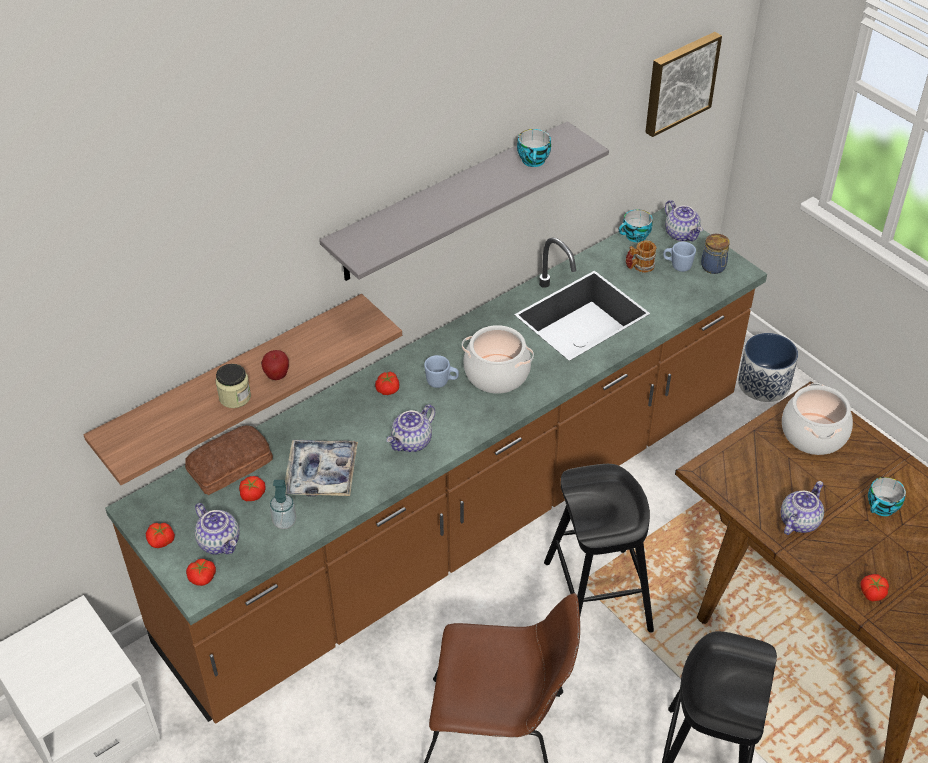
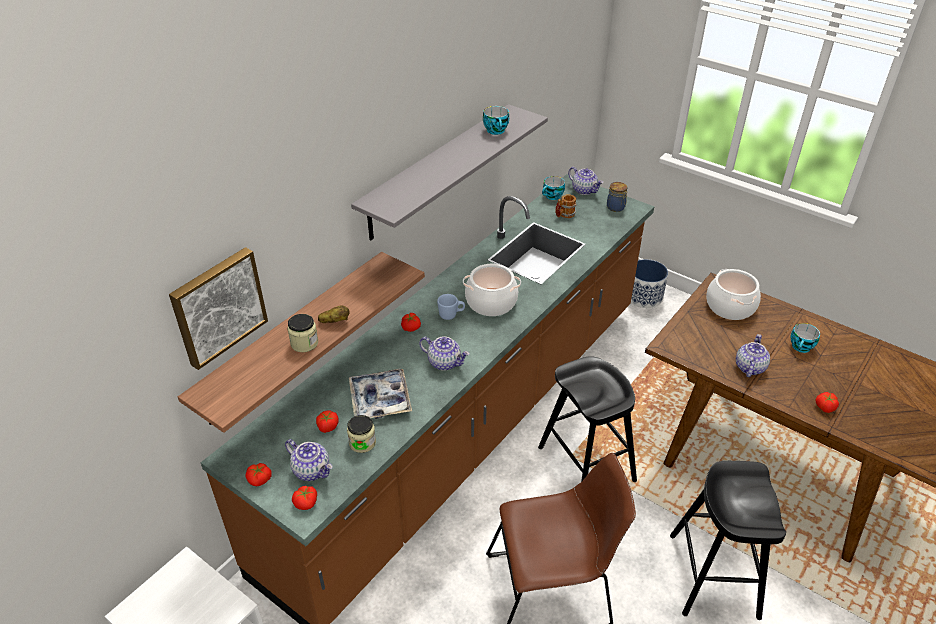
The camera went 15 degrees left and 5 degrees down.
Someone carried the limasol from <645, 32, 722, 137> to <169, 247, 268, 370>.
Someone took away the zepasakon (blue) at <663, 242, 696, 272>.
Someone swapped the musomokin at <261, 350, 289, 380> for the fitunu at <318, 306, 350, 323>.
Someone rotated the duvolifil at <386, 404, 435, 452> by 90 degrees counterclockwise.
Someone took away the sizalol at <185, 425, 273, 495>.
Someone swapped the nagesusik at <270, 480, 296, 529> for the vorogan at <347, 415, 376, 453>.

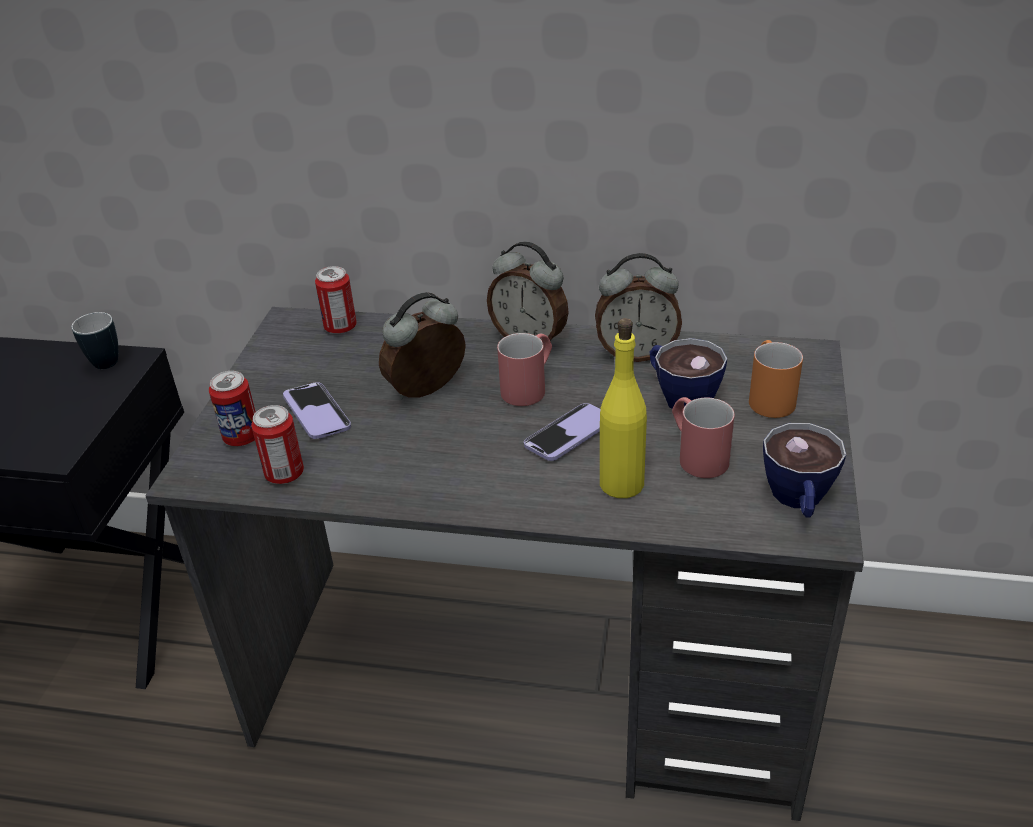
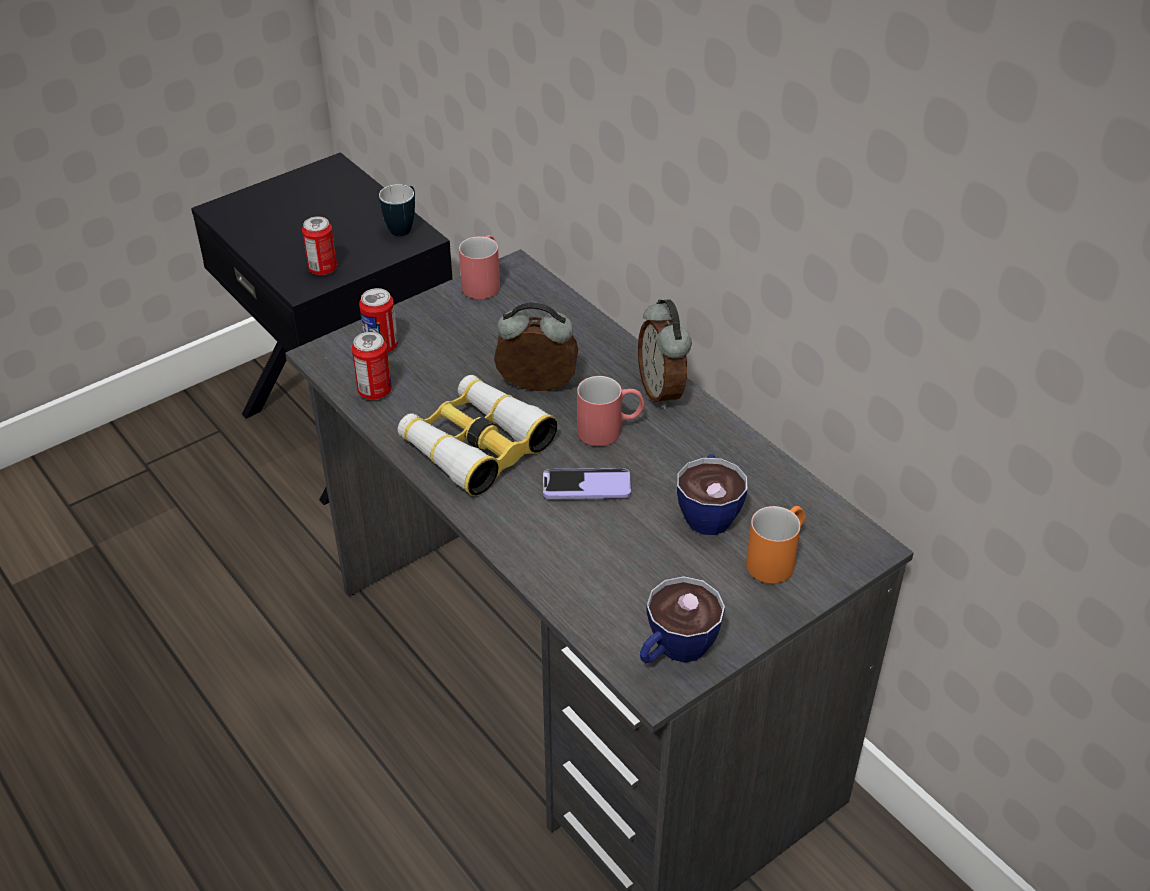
The camera went 40 degrees right and 5 degrees up.
Someone took away the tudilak at <595, 253, 682, 362>.
Someone carried the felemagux from <315, 266, 357, 334> to <302, 216, 337, 275>.
Someone took away the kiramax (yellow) at <600, 318, 647, 498>.
Someone took away the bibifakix at <283, 382, 351, 439>.
Someone carried the zepasakon (red) from <672, 397, 735, 478> to <459, 235, 500, 299>.
Someone put down the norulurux at <398, 375, 558, 496>.

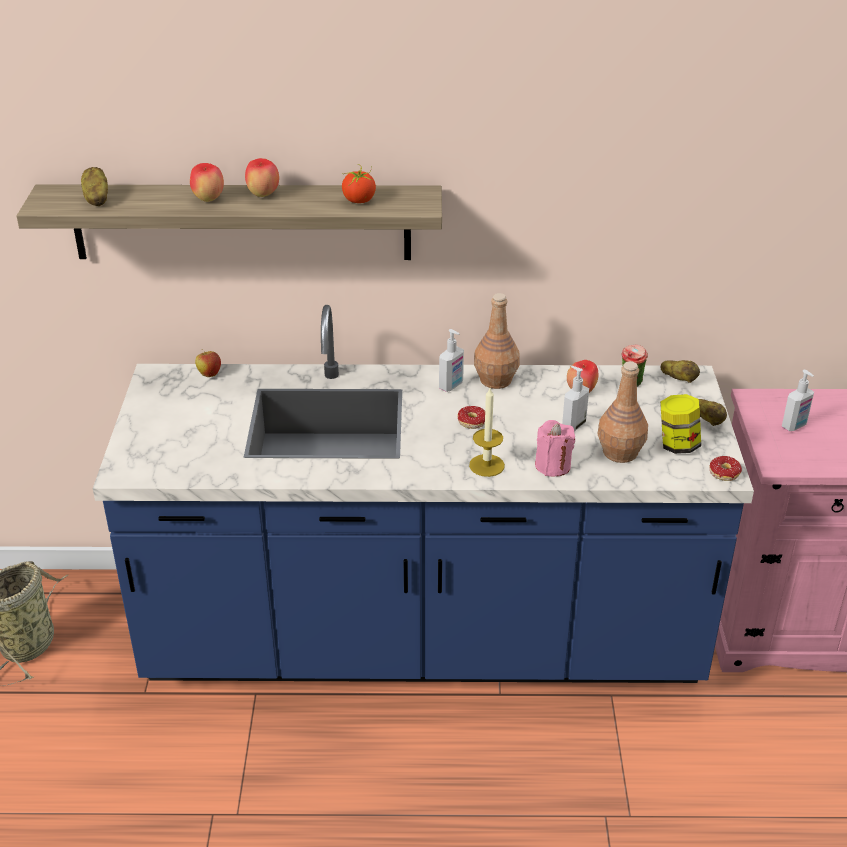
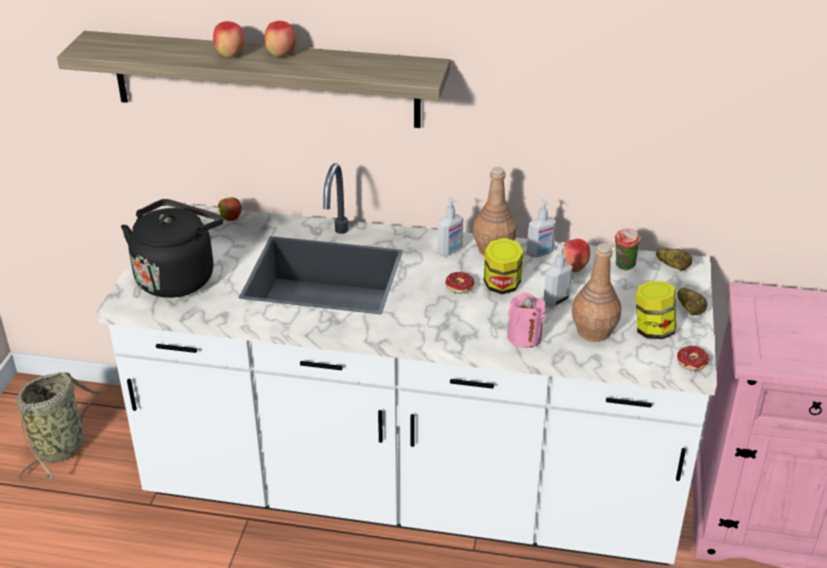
The camera went 10 degrees right and 0 degrees up.
Someone took away the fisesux at <342, 164, 376, 203>.
Someone took away the fitunu at <81, 167, 108, 206>.
Someone repainted the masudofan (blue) at <93, 305, 754, 683>, which became the masudofan (white) at <97, 163, 717, 565>.
Someone carried the nagesusik from <782, 370, 814, 431> to <527, 199, 556, 257>.
Someone took away the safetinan at <469, 388, 505, 477>.
Someone put down the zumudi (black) at <121, 199, 223, 298>.
Someone put down the vorogan at <484, 238, 523, 294>.

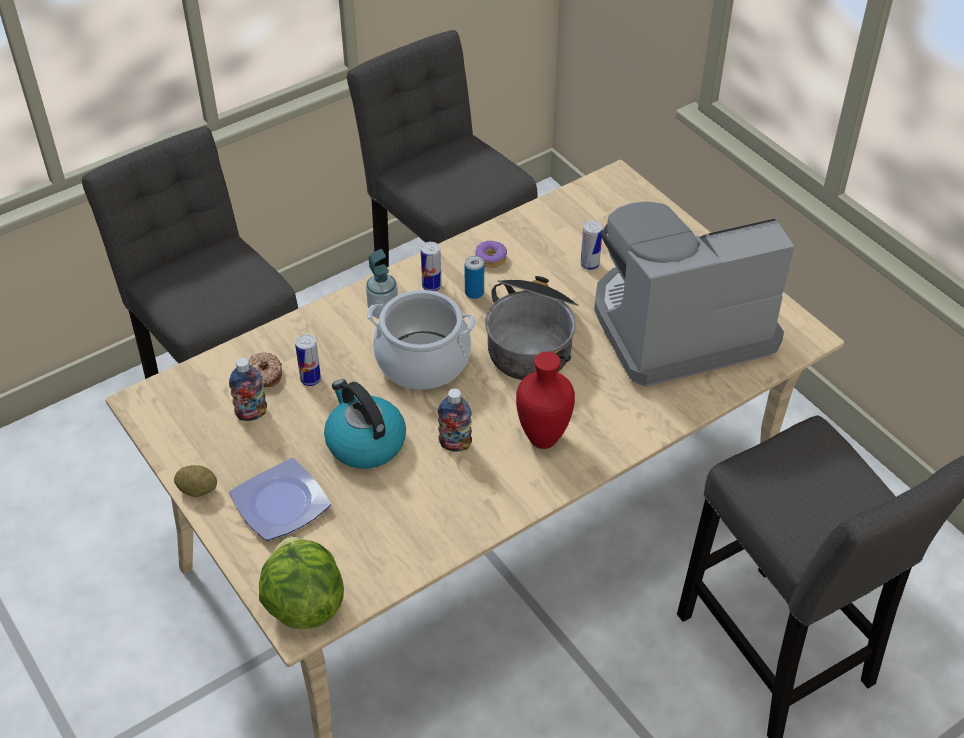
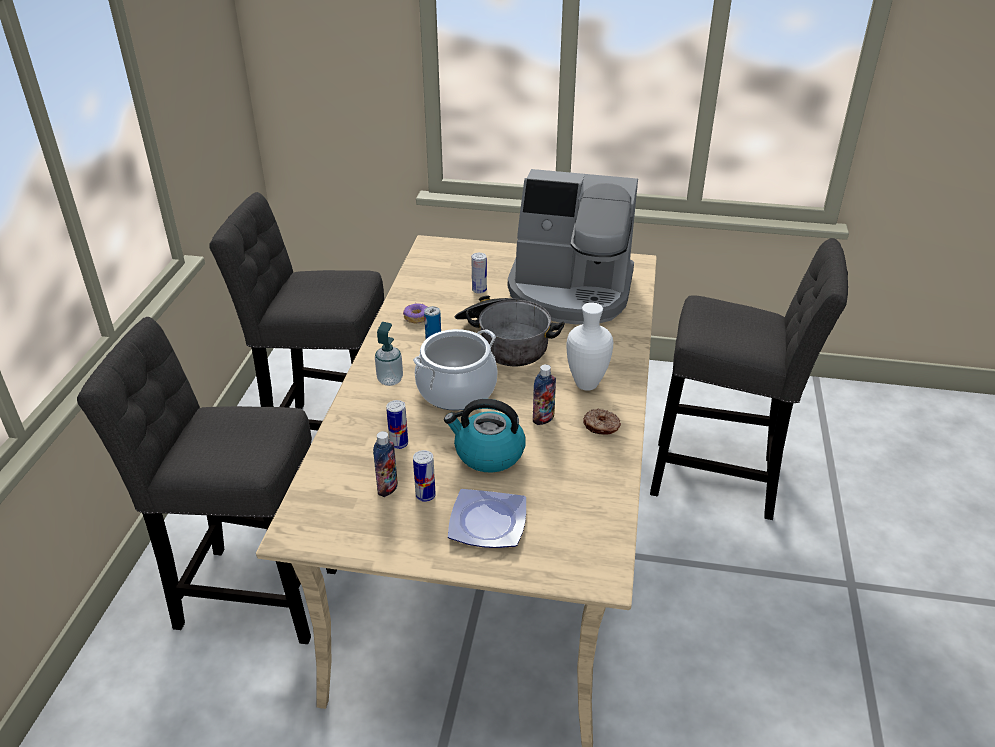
The camera went 45 degrees left and 10 degrees down.
Someone rotated the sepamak at <594, 201, 794, 387> by 105 degrees counterclockwise.
Someone carried the felemagux from <421, 242, 442, 291> to <413, 450, 436, 502>.
Someone repainted the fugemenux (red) at <516, 351, 575, 449>, which became the fugemenux (white) at <567, 302, 613, 391>.
Someone carried the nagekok from <248, 352, 282, 387> to <583, 409, 621, 435>.
Someone took away the fitunu at <174, 465, 217, 497>.
Someone took away the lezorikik at <259, 537, 344, 629>.

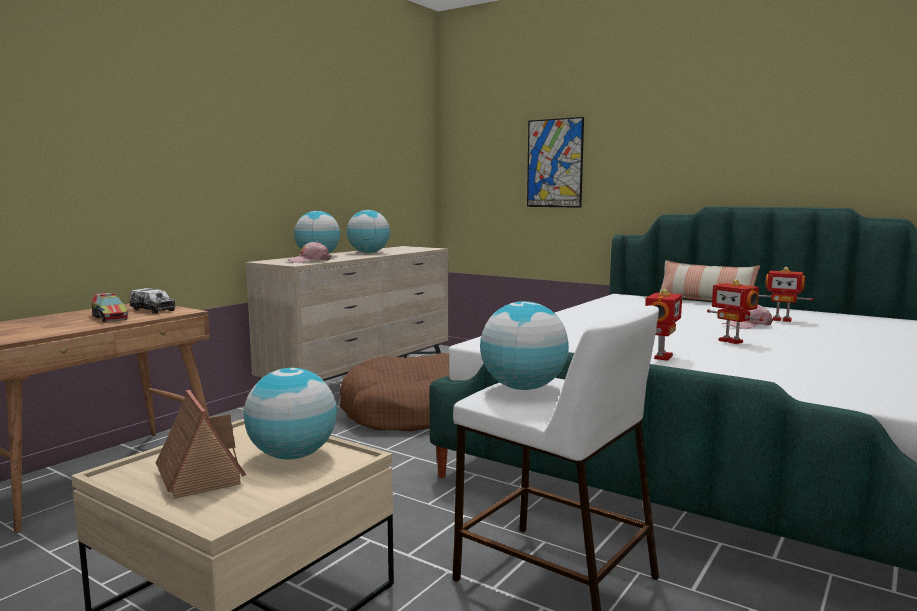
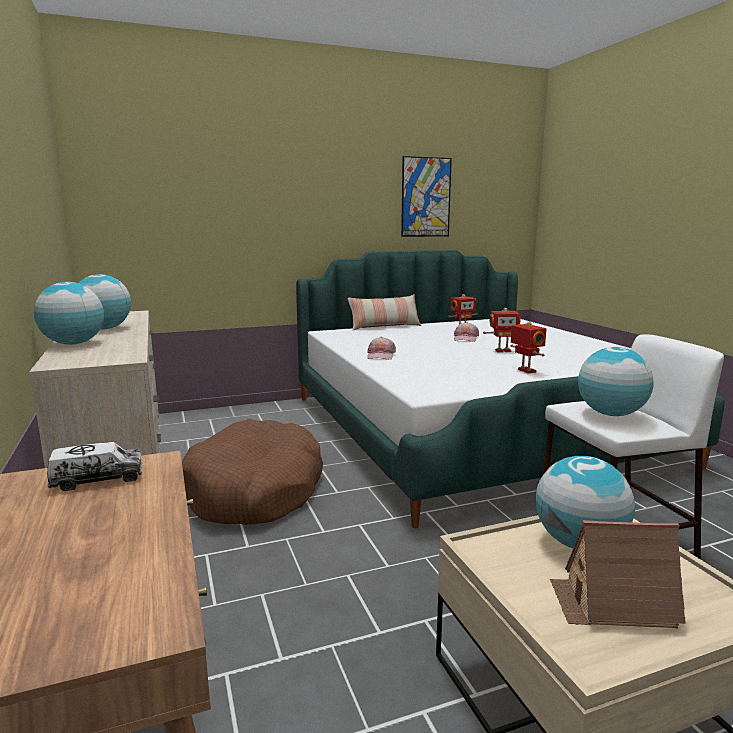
The camera went 55 degrees left and 5 degrees up.
Someone carried the limasol from <527, 117, 584, 208> to <401, 156, 452, 237>.
Someone carried the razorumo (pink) from <287, 242, 332, 263> to <367, 337, 396, 360>.
Someone took away the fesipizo at <91, 293, 128, 322>.

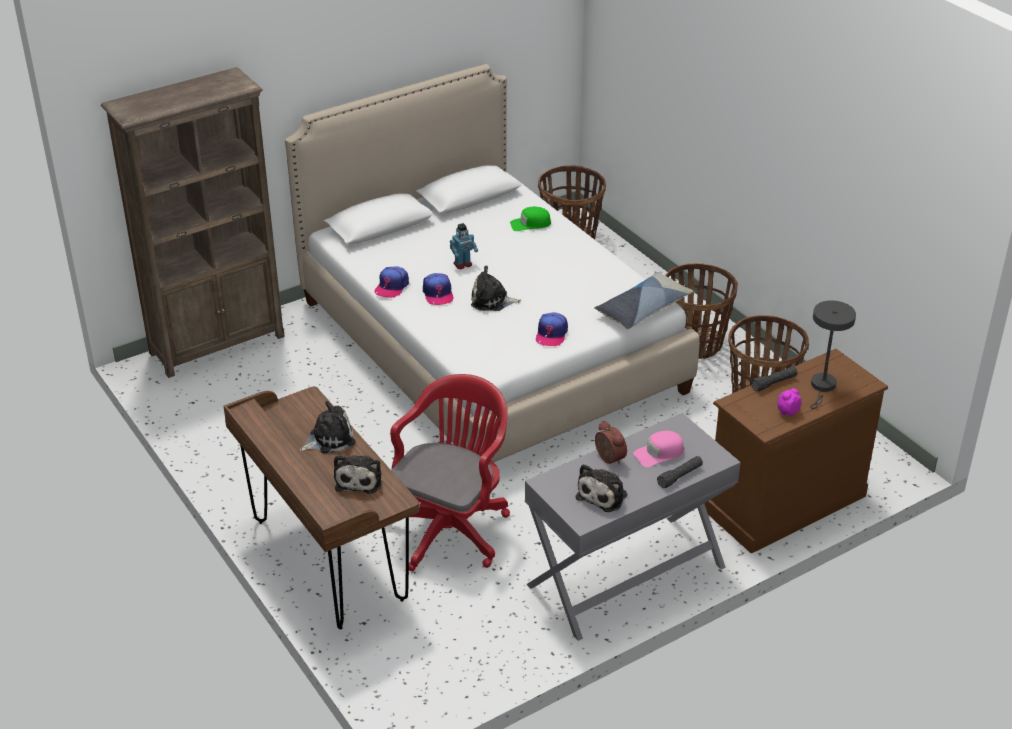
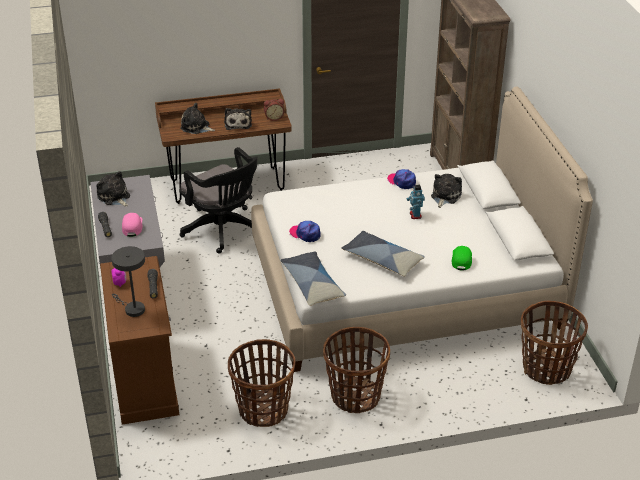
The camera went 110 degrees right and 0 degrees up.
Someone carried the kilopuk from <471, 266, 521, 311> to <431, 174, 462, 208>.
Someone took away the razorumo at <423, 273, 454, 305>.
Someone repainted the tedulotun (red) at <390, 374, 510, 571>, which became the tedulotun (black) at <179, 147, 258, 254>.
Someone carried the tudilak from <595, 421, 627, 465> to <264, 99, 284, 121>.
Someone put down the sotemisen at <341, 231, 425, 277>.

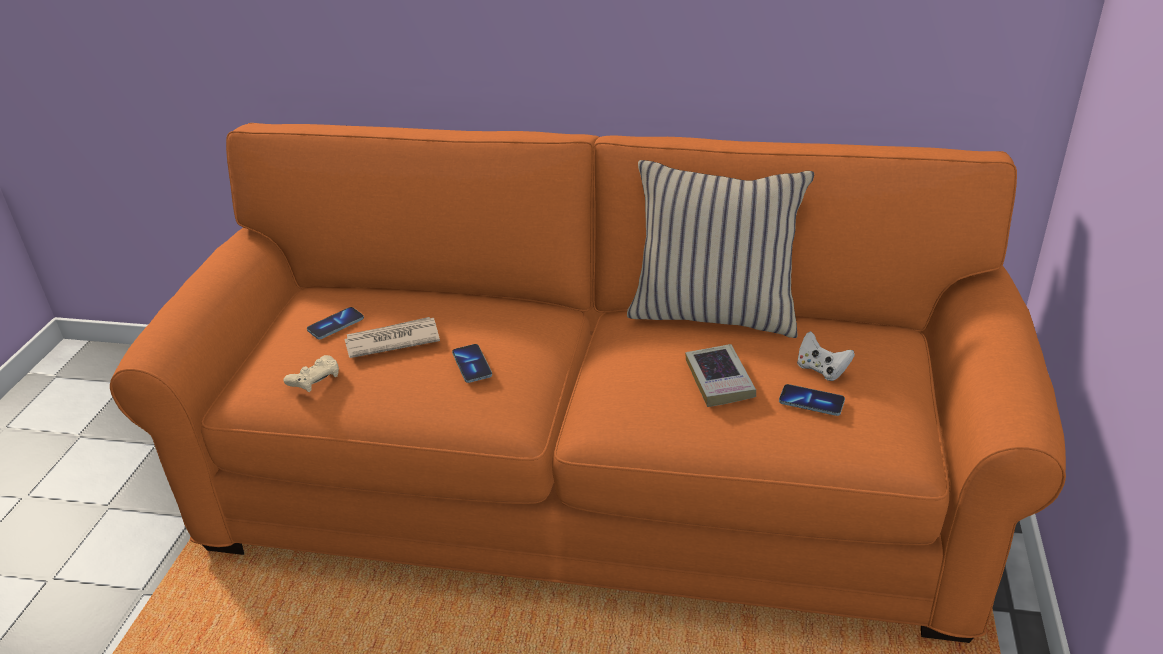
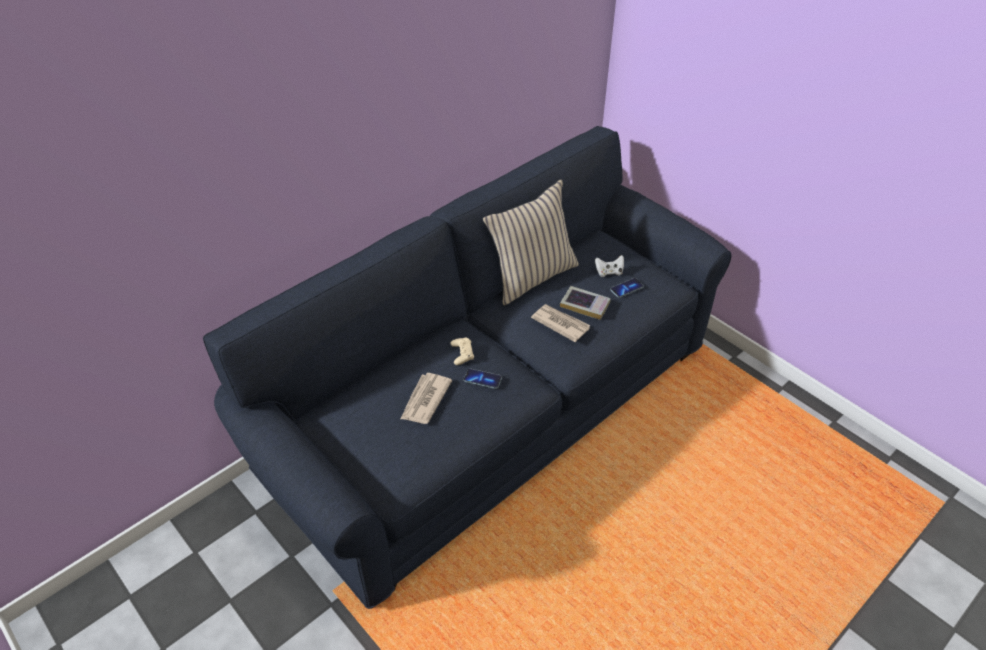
The camera went 55 degrees left and 10 degrees up.
Someone repainted the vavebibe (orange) at <110, 123, 1066, 643>, which became the vavebibe (blue) at <203, 126, 731, 609>.
Someone took away the bibifakix at <307, 307, 364, 339>.
Someone carried the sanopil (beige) from <283, 355, 339, 392> to <450, 338, 474, 365>.
Someone put down the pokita at <531, 304, 590, 342>.

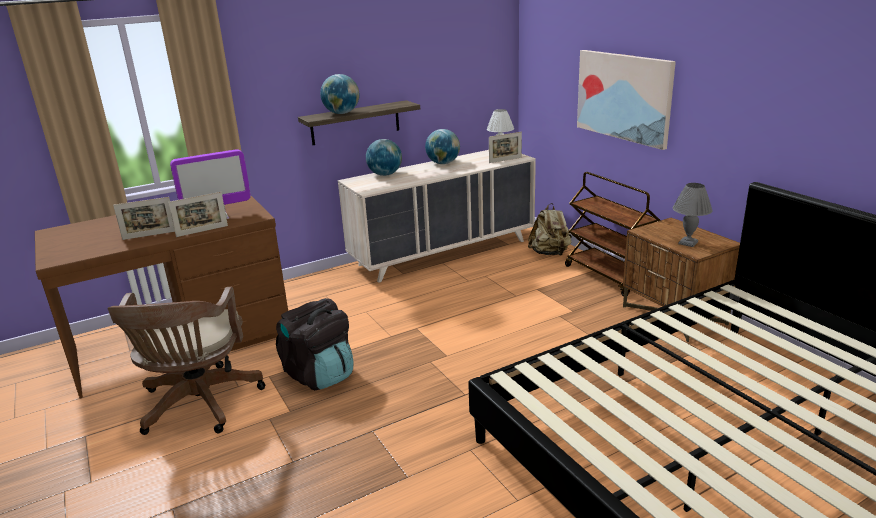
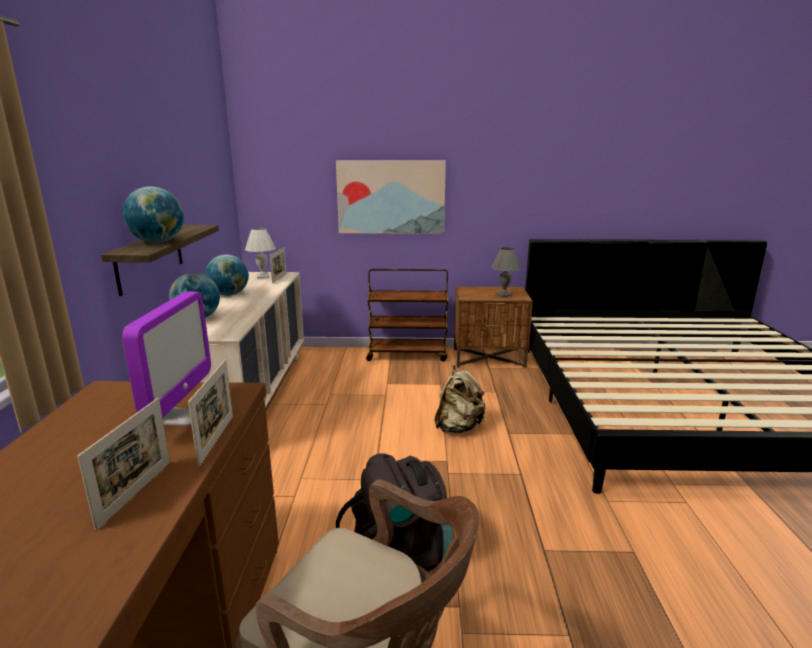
The camera went 60 degrees left and 5 degrees down.
Someone carried the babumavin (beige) from <528, 203, 572, 256> to <435, 365, 485, 433>.

